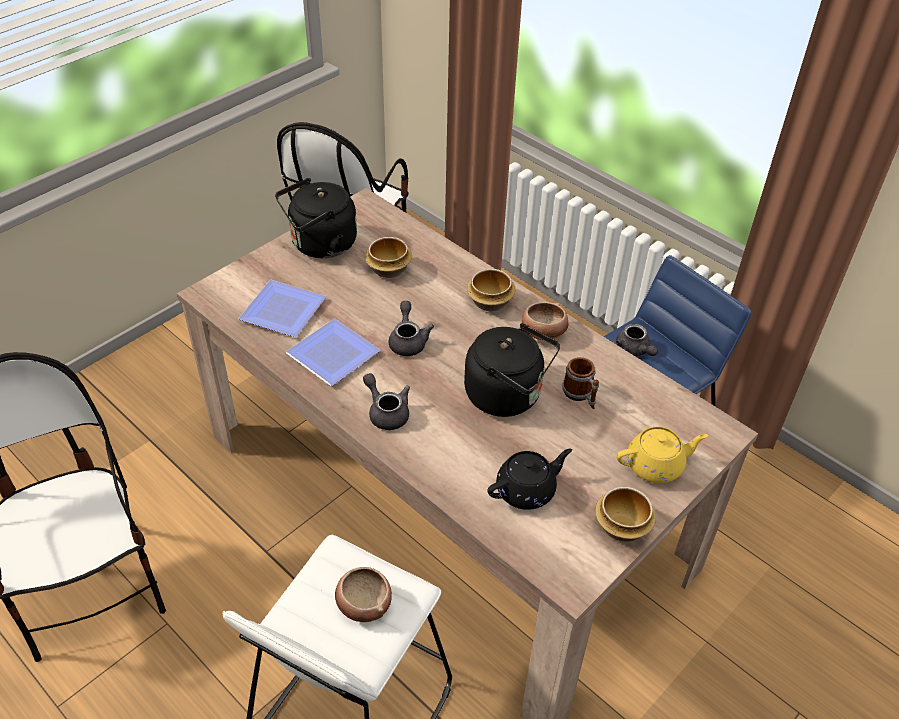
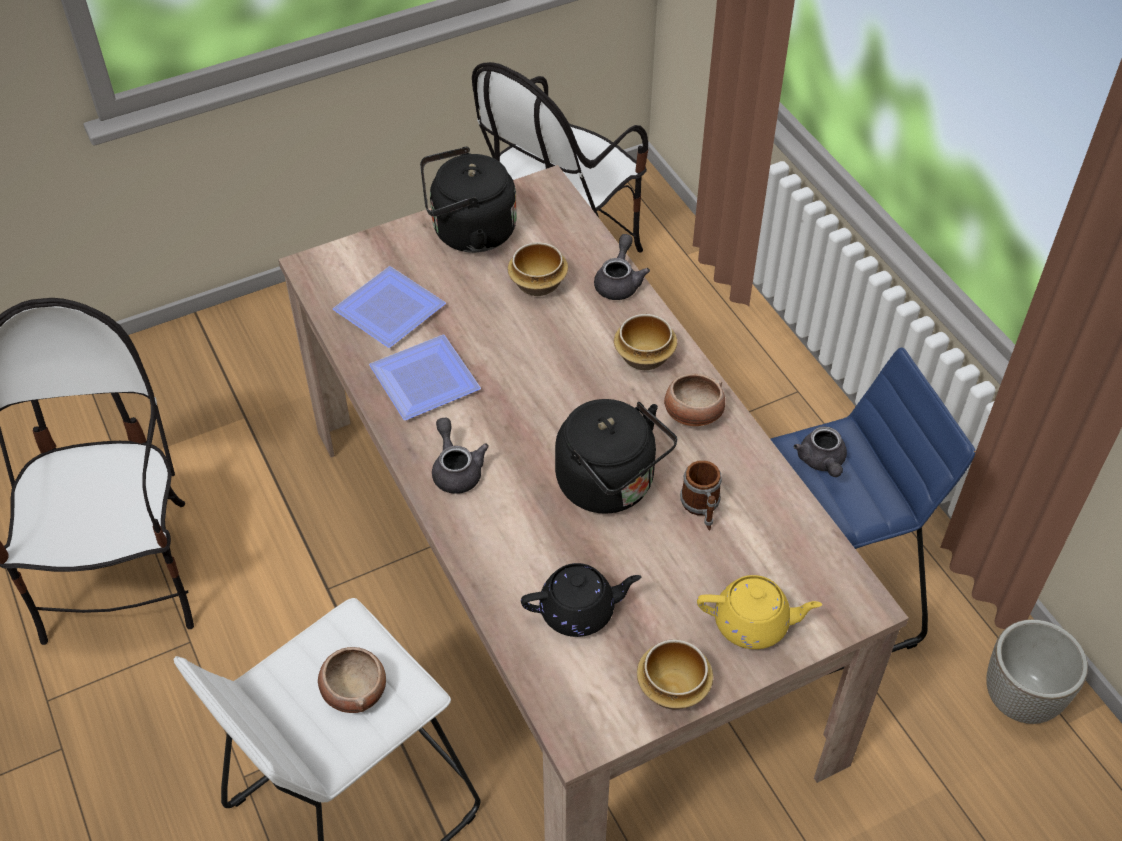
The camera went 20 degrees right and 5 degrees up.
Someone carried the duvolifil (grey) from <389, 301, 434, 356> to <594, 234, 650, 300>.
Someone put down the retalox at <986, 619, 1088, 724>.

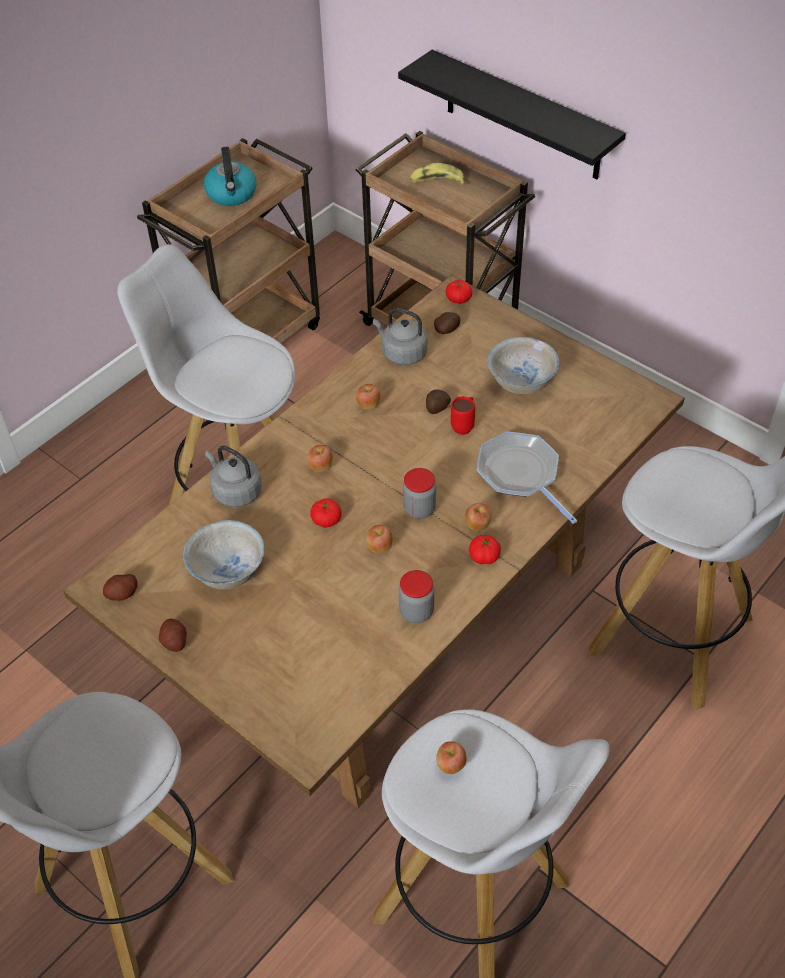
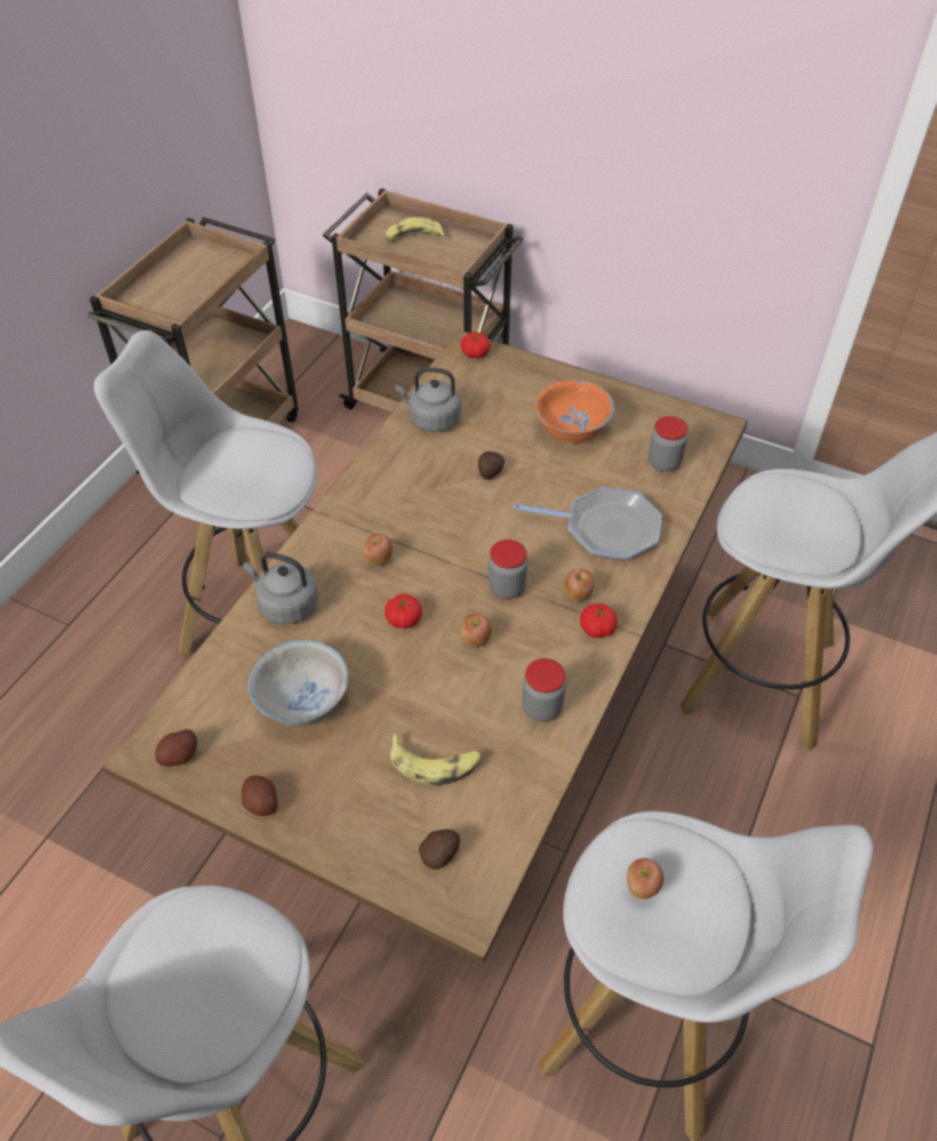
The camera went 15 degrees left and 0 degrees up.
Someone took away the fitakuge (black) at <398, 50, 626, 179>.
Someone took away the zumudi at <204, 147, 257, 206>.
Someone carried the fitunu from <434, 312, 461, 334> to <419, 829, 460, 869>.
Someone repainted the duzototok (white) at <487, 337, 560, 394>, which became the duzototok (orange) at <534, 380, 615, 442>.
Someone took away the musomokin at <356, 384, 381, 409>.
Someone took away the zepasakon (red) at <451, 396, 475, 435>.
Someone rotated the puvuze at <477, 432, 577, 524> by 150 degrees clockwise.
Someone put down the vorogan at <648, 416, 688, 472>.
Someone put down the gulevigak at <390, 732, 482, 786>.

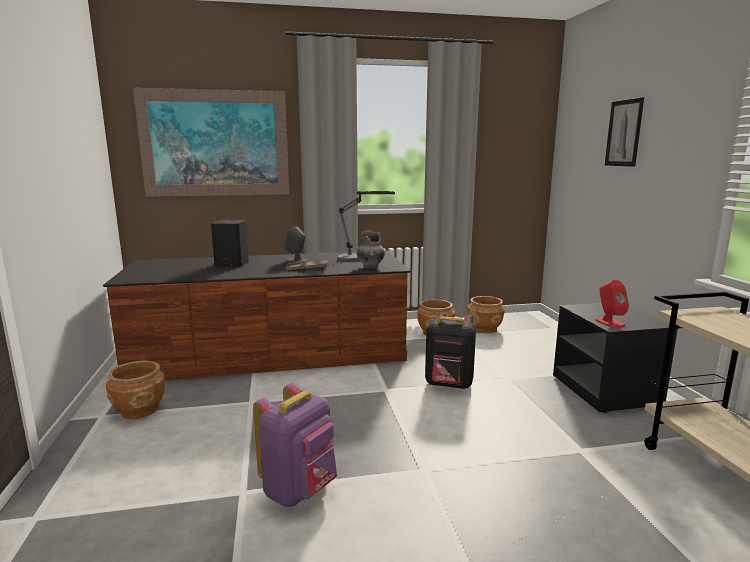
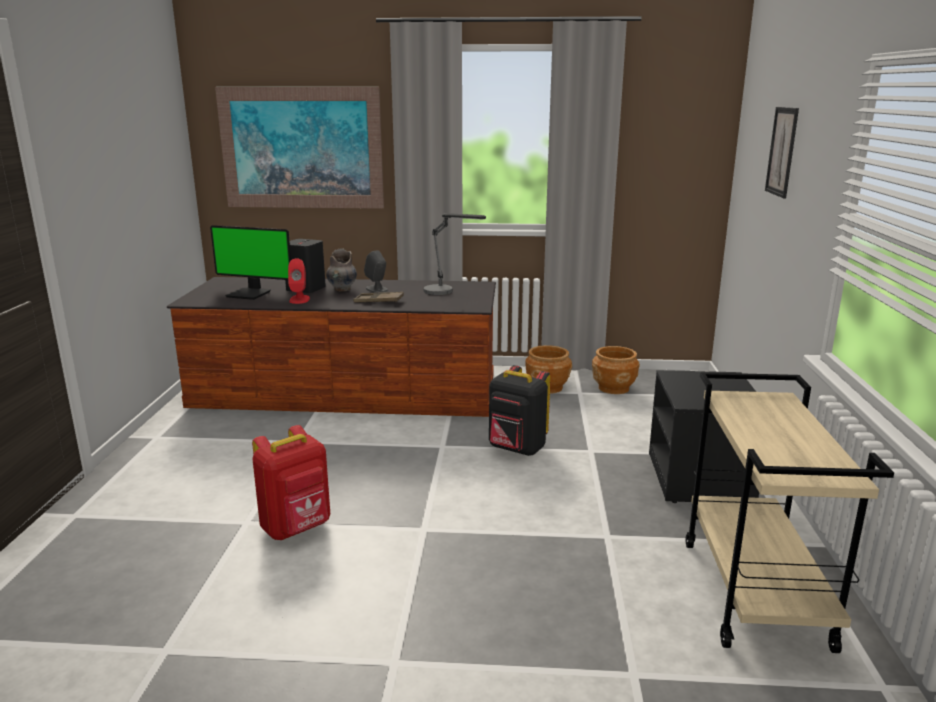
The camera went 15 degrees right and 5 degrees up.
Someone carried the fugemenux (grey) from <357, 230, 385, 269> to <326, 248, 357, 291>.
Someone carried the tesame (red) from <595, 280, 629, 328> to <288, 258, 310, 304>.
Someone took away the retalox (brown) at <106, 361, 165, 419>.
Someone repainted the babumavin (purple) at <253, 383, 337, 507>, which became the babumavin (red) at <252, 425, 330, 540>.
Someone put down the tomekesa at <210, 225, 291, 300>.

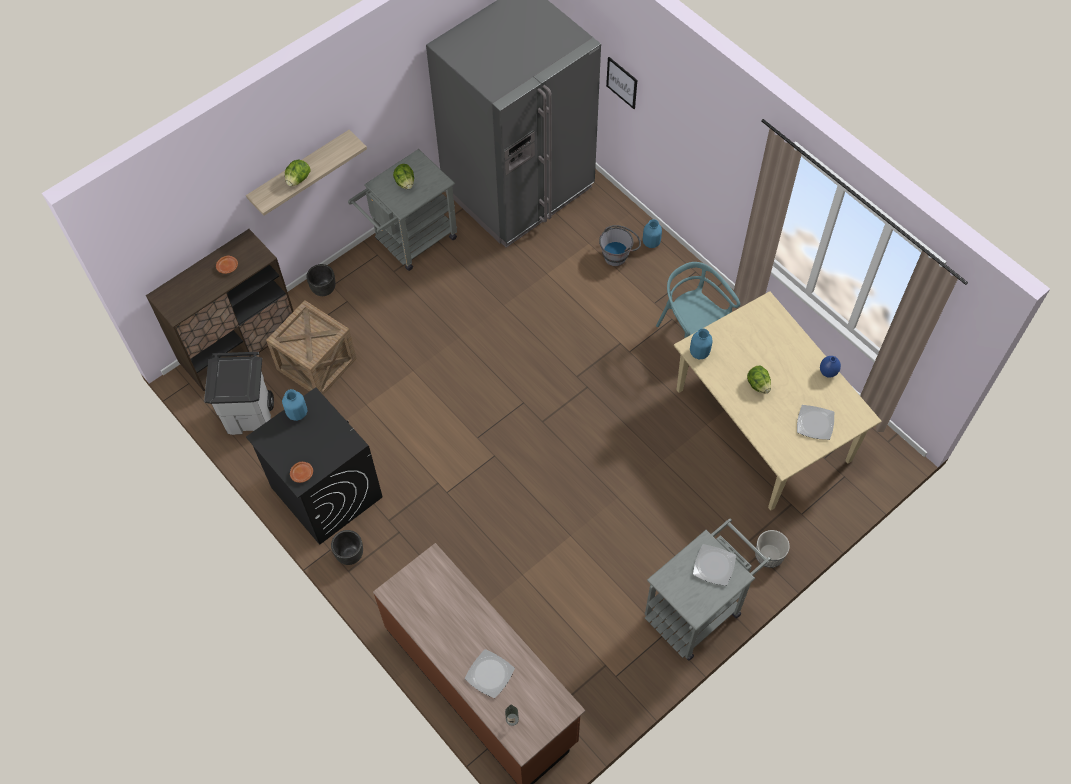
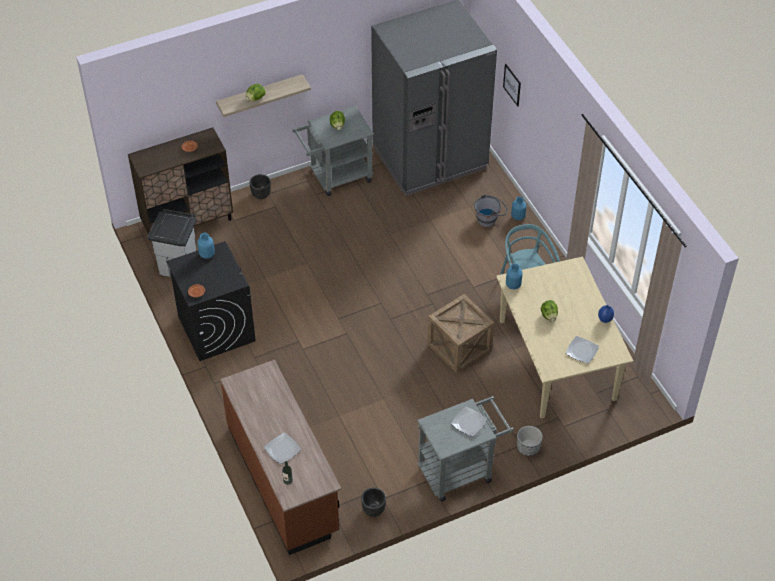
The camera went 15 degrees right and 10 degrees down.
Someone carried the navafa from <266, 300, 357, 395> to <428, 294, 495, 373>.
Someone carried the retalox (black) from <331, 530, 363, 565> to <361, 487, 386, 517>.

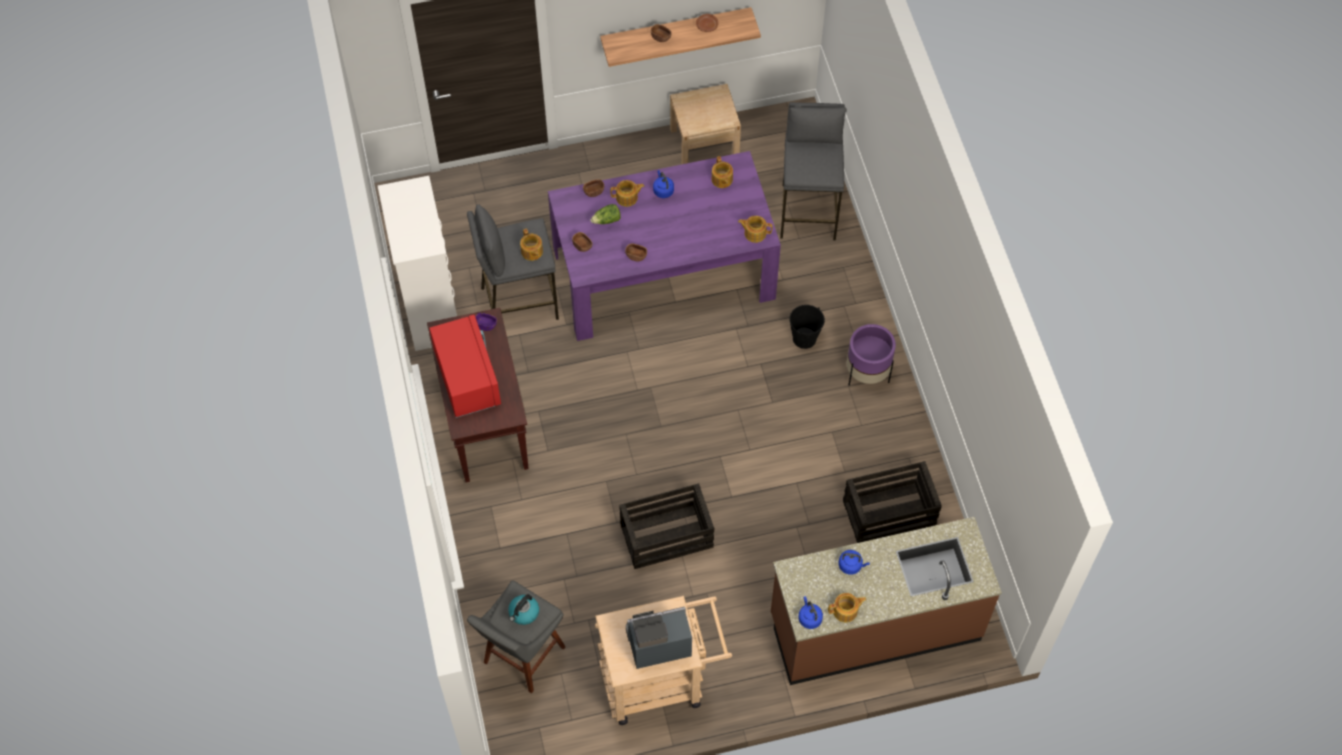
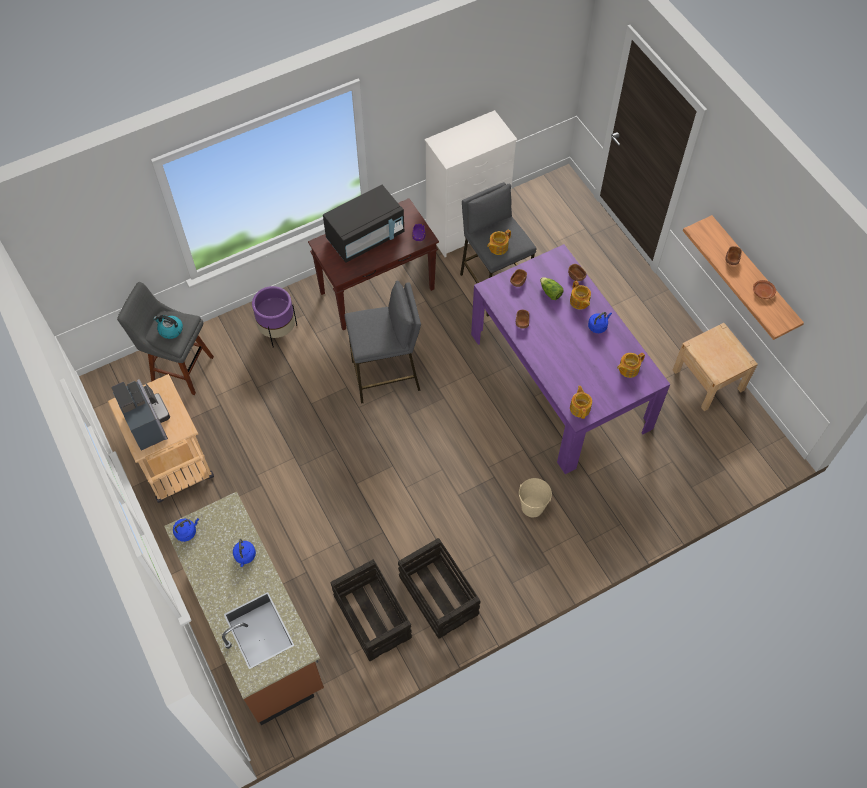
The camera went 75 degrees right and 0 degrees up.
Someone carried the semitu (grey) from <780, 102, 847, 240> to <344, 280, 421, 404>.
Someone repainted the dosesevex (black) at <789, 305, 825, 349>, which became the dosesevex (beige) at <519, 478, 552, 517>.
Someone repainted the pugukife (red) at <429, 315, 501, 418>, which became the pugukife (black) at <323, 185, 404, 263>.
Someone carried the retalox (purple) from <847, 324, 896, 386> to <252, 286, 297, 348>.
Someone carried the navafa from <619, 483, 714, 569> to <398, 538, 481, 639>.
Someone took away the duvolifil at <828, 593, 867, 622>.

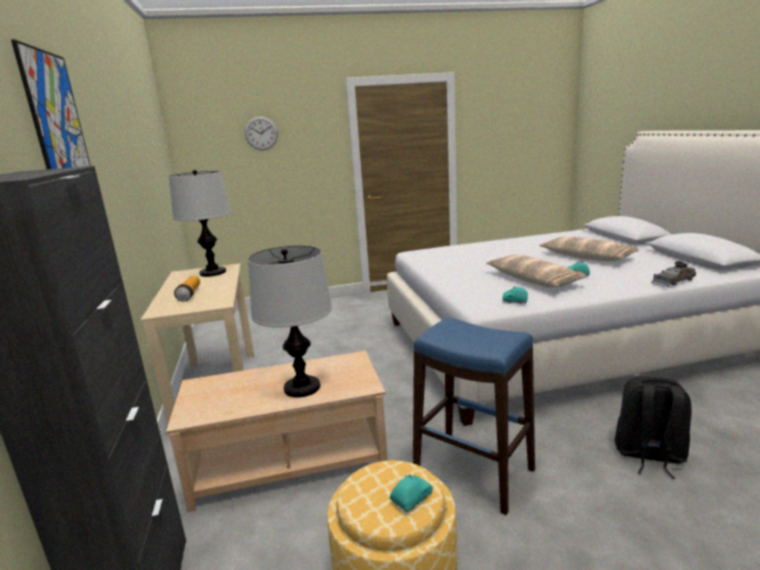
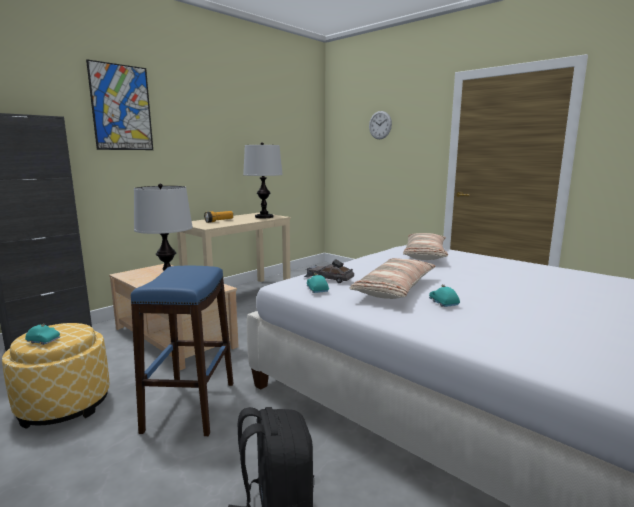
The camera went 55 degrees right and 5 degrees down.
Someone carried the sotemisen from <539, 236, 638, 261> to <403, 233, 448, 260>.
Someone carried the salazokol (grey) from <651, 261, 696, 287> to <304, 259, 354, 283>.

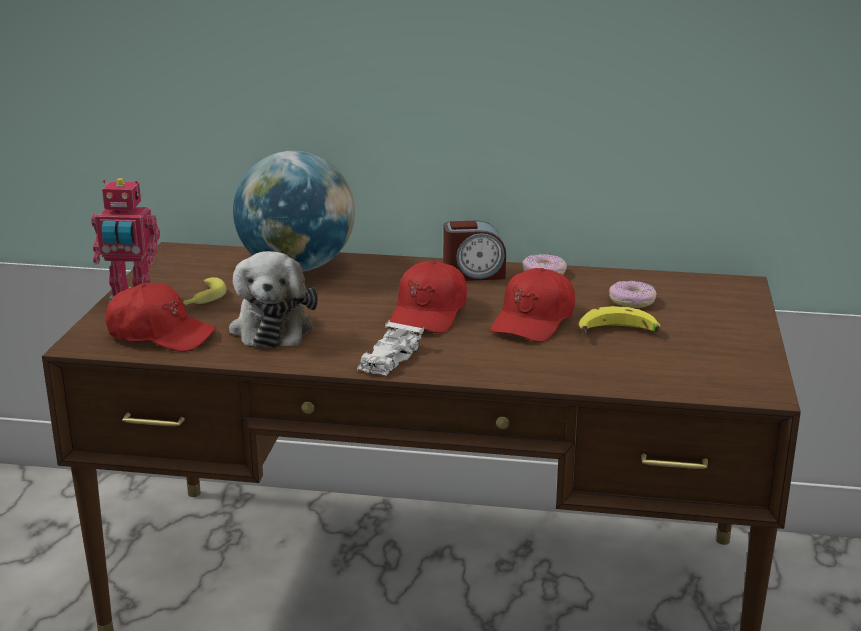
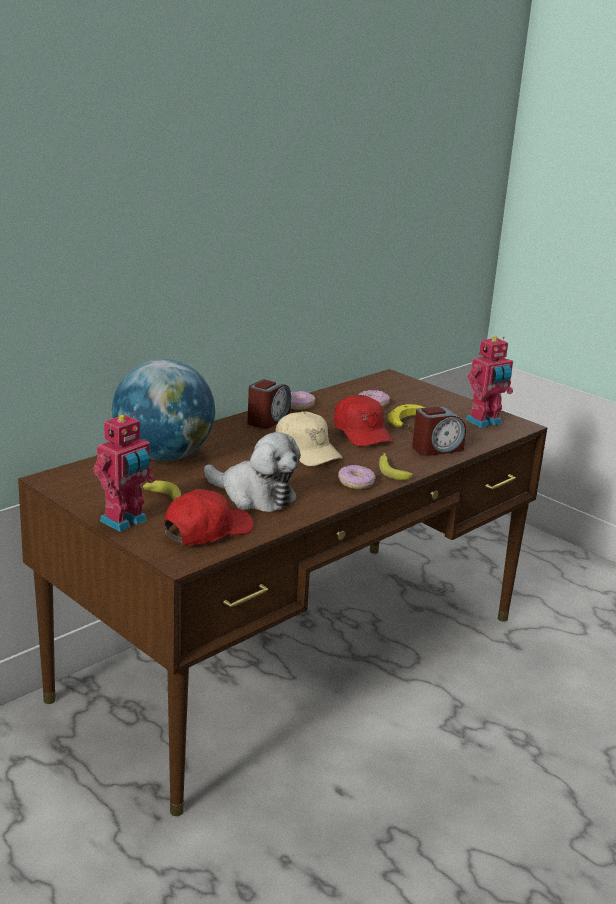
The camera went 55 degrees left and 0 degrees up.
Someone repainted the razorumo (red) at <390, 260, 467, 333>, which became the razorumo (beige) at <275, 411, 343, 466>.
Someone swapped the salazokol (white) at <357, 320, 424, 377> for the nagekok at <338, 465, 376, 489>.
Someone put down the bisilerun at <466, 336, 513, 428>.
Someone put down the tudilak at <412, 406, 466, 456>.
Someone put down the gulevigak at <379, 453, 413, 480>.

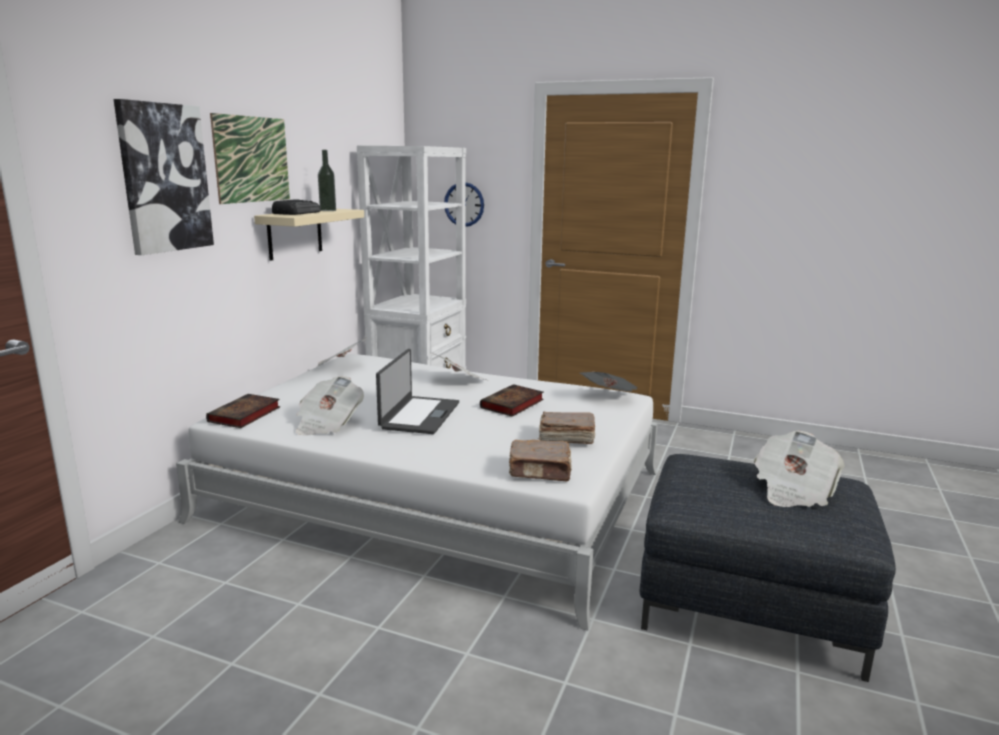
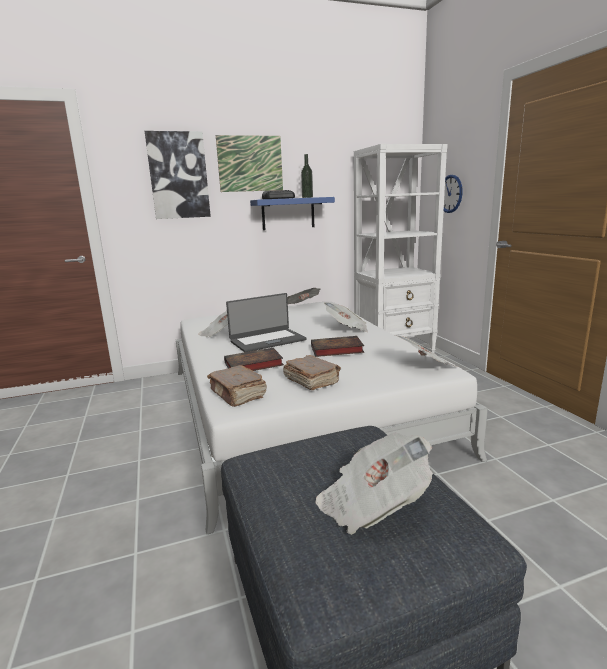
The camera went 50 degrees right and 0 degrees up.
Someone repainted the fitakuge (beige) at <254, 209, 364, 261>, which became the fitakuge (blue) at <250, 197, 335, 230>.
Someone carried the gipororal from <206, 394, 280, 428> to <224, 348, 284, 371>.

